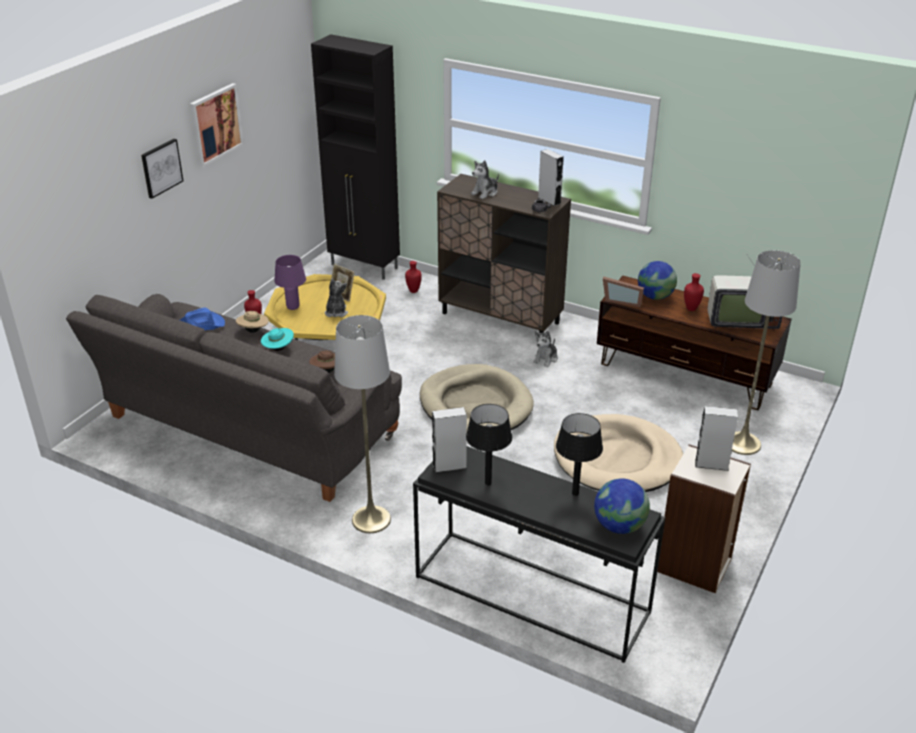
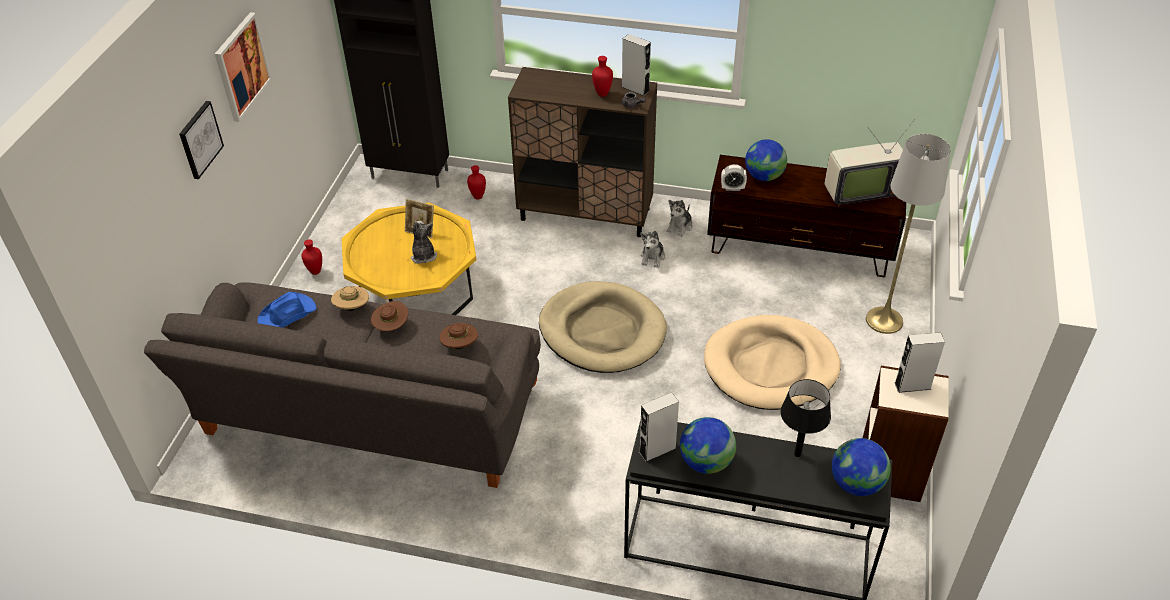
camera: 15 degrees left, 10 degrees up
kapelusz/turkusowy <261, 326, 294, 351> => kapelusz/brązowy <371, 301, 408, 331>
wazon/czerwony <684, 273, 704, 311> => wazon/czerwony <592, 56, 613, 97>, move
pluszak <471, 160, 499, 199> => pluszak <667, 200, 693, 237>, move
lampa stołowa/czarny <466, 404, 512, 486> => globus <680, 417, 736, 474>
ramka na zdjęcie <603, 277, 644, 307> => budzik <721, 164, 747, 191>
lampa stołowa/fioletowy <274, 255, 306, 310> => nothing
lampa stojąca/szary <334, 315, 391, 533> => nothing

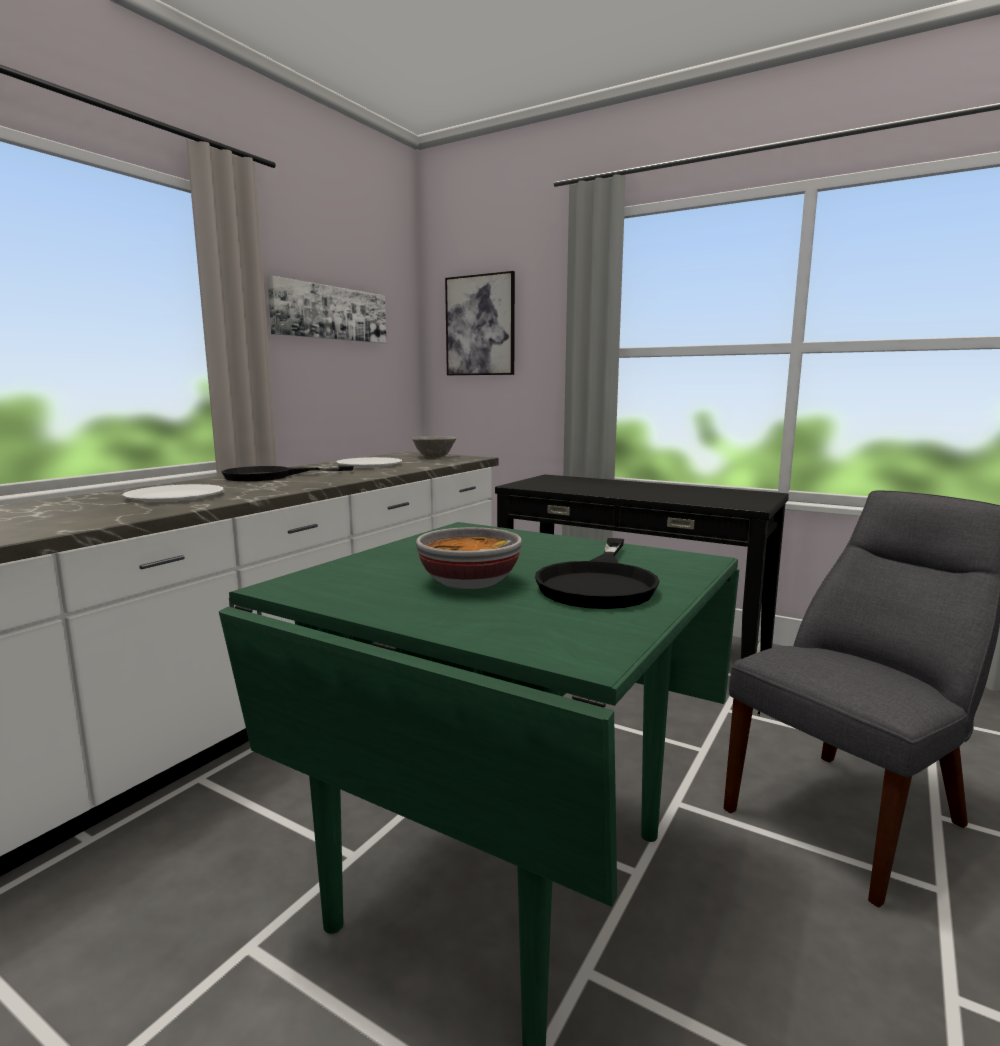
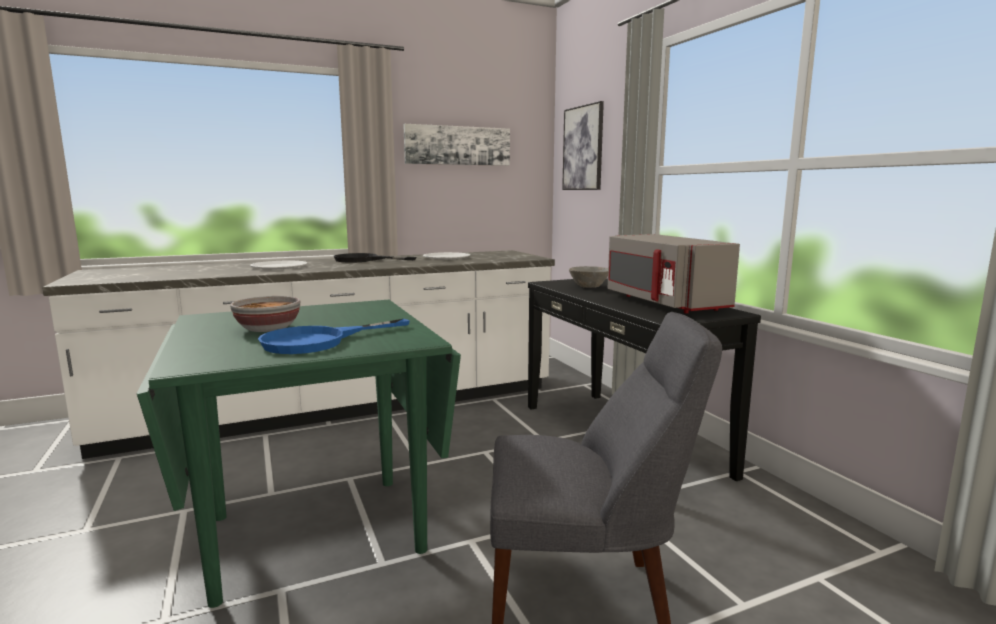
camera: 35 degrees right, 0 degrees up
patelnia/czarny <535, 538, 660, 609> => patelnia/niebieski <258, 319, 410, 354>
miska/szary <412, 436, 457, 458> => miska/szary <569, 266, 608, 288>, move
nothing => mikrofalówka/szary <607, 234, 740, 313>

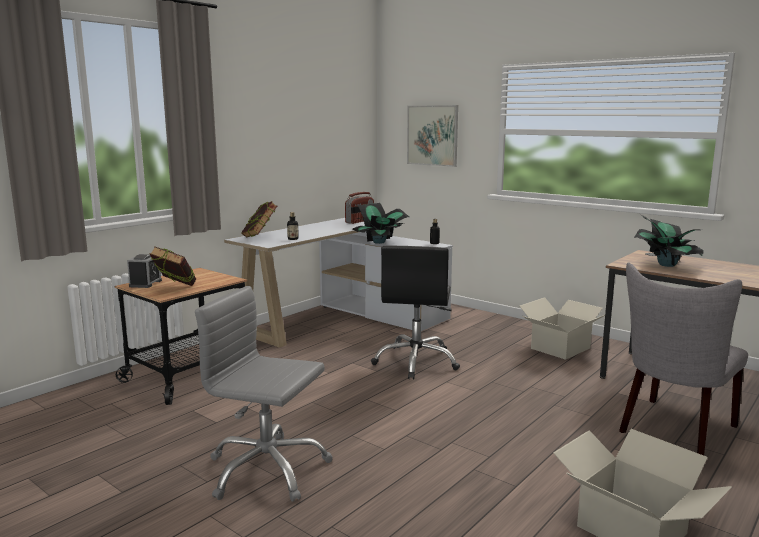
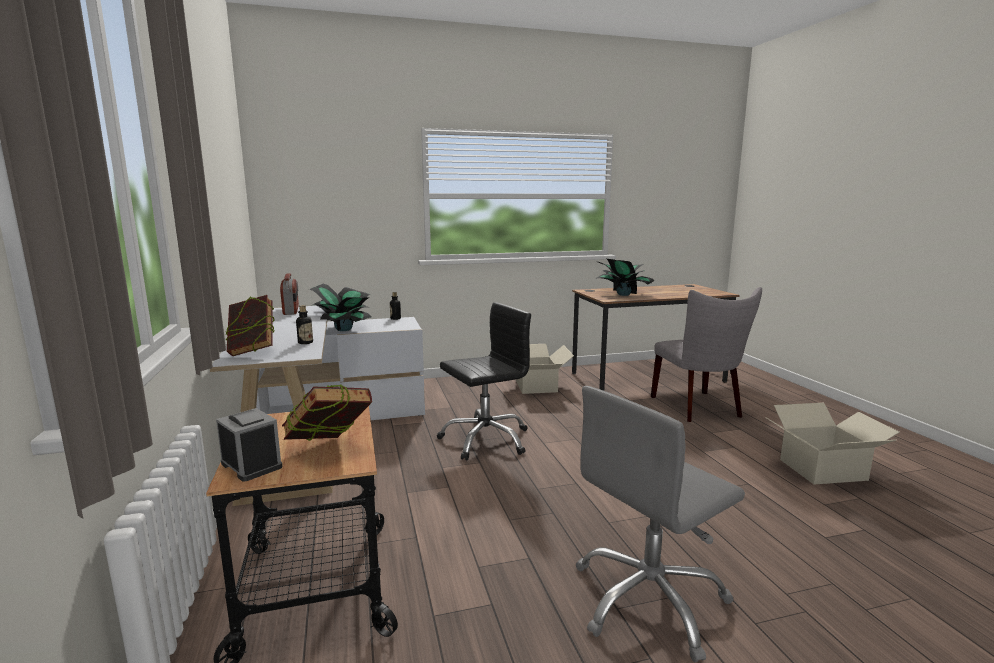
camera: 55 degrees left, 0 degrees up
krzesło biurowe/czarny <371, 246, 460, 379> => krzesło biurowe/czarny <437, 302, 531, 460>, 75 degrees counterclockwise
obraz <407, 105, 458, 167> => nothing

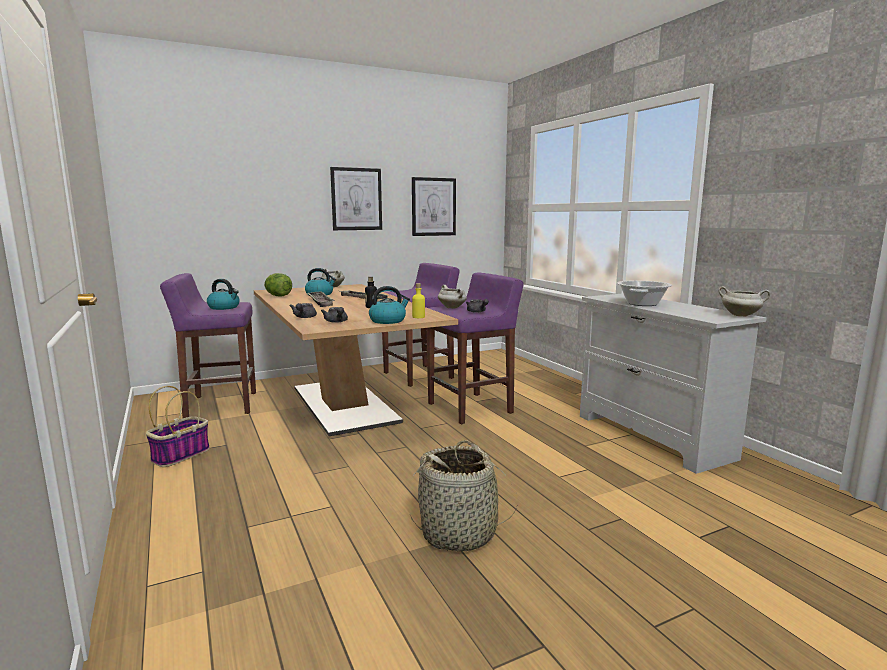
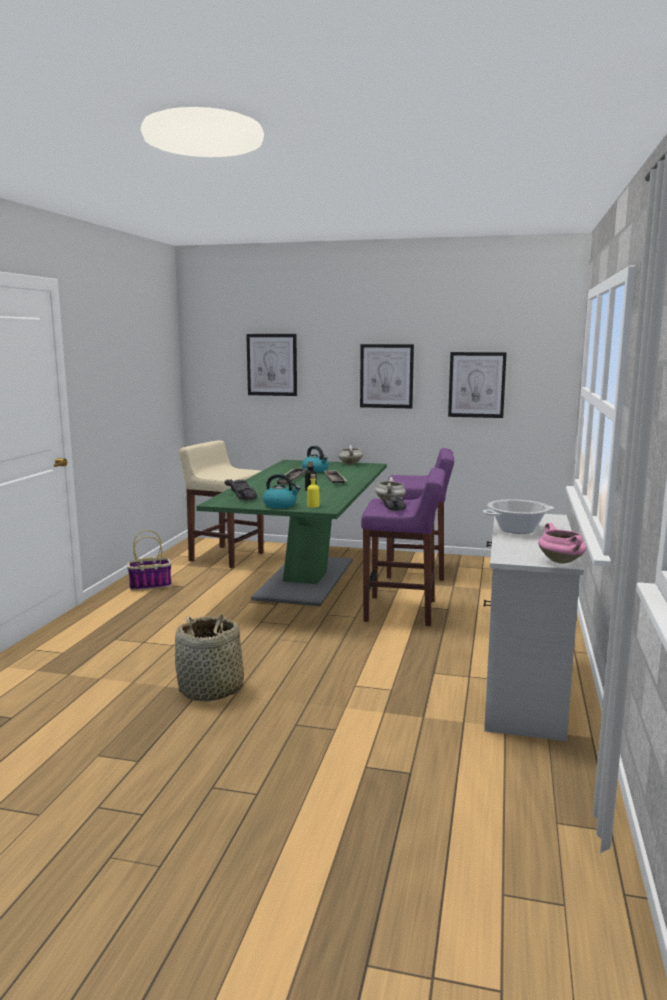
camera: 40 degrees right, 0 degrees up
stołek/fioletowy <160, 273, 256, 418> => stołek/beżowy <179, 440, 263, 568>
stół jadalny/beżowy <254, 284, 458, 436> => stół jadalny/zielony <196, 460, 387, 606>
nothing => obraz <246, 334, 297, 396>
garnek/biały <718, 286, 770, 316> => garnek/różowy <538, 523, 586, 564>
czajnik <207, 279, 240, 310> => nothing
sałata <264, 273, 292, 297> => nothing

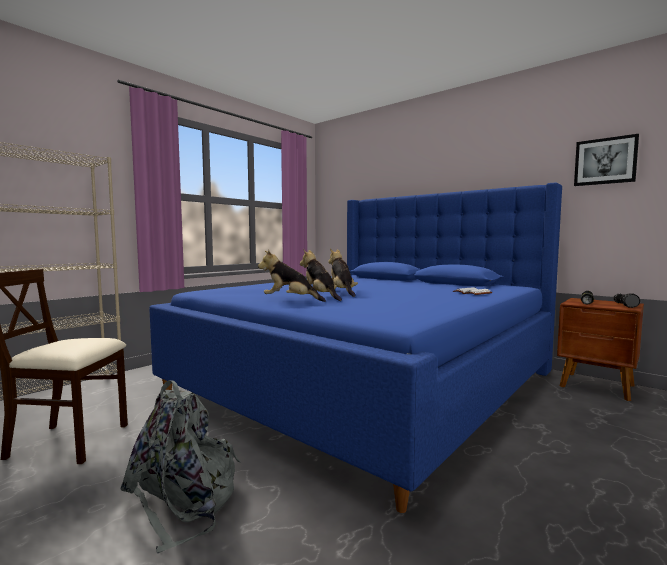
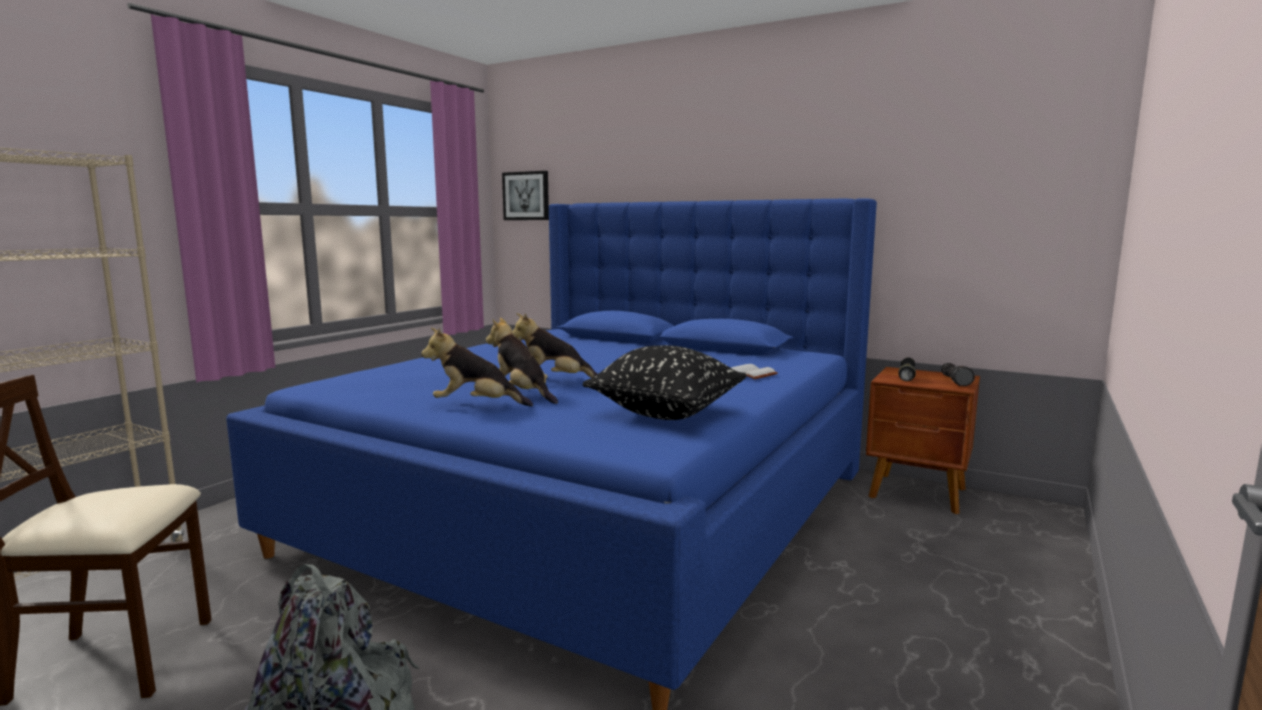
camera: 10 degrees left, 5 degrees up
obraz <574, 134, 639, 186> => obraz <502, 171, 549, 220>, move
pluszak <328, 249, 358, 297> => pluszak <512, 313, 598, 378>, 60 degrees counterclockwise
nothing => poduszka/czarny <583, 345, 747, 420>

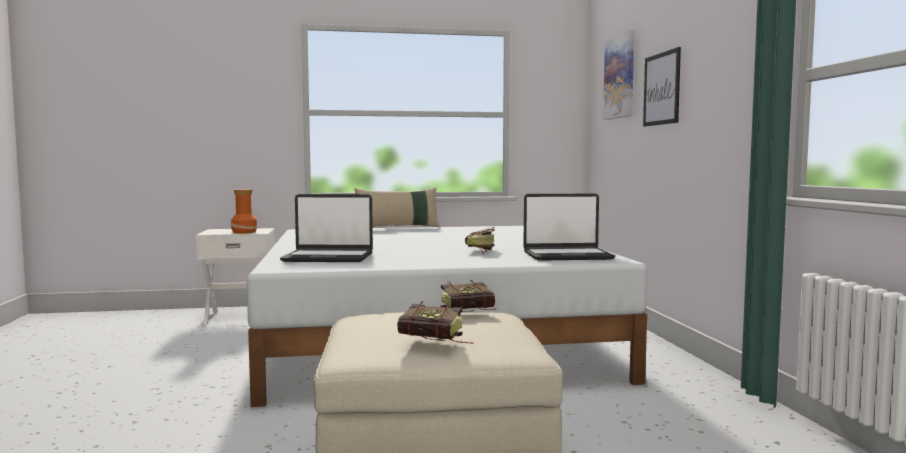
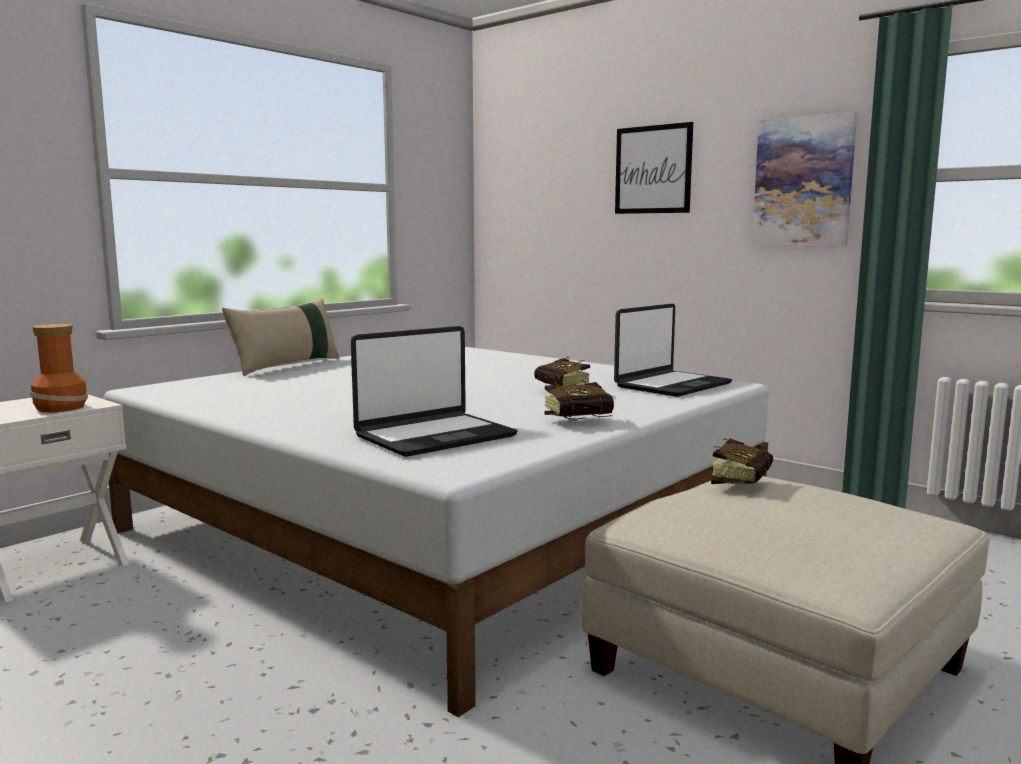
camera: 40 degrees left, 5 degrees up
książka <397, 301, 473, 344> => książka <544, 380, 614, 419>, move
obraz <603, 30, 634, 120> => obraz <752, 112, 857, 247>, move

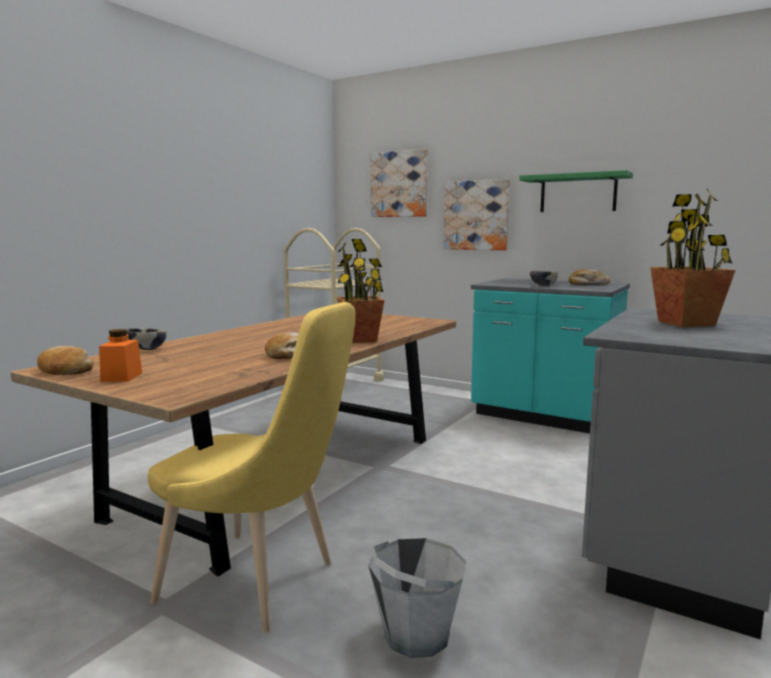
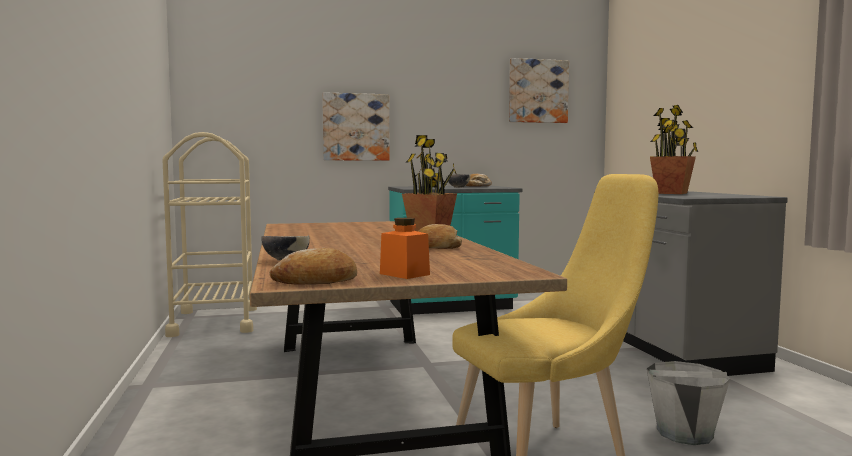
camera: 45 degrees left, 5 degrees down
obraz <371, 149, 428, 217> => obraz <509, 58, 569, 123>, move
półka/zielony <519, 170, 633, 212> => nothing

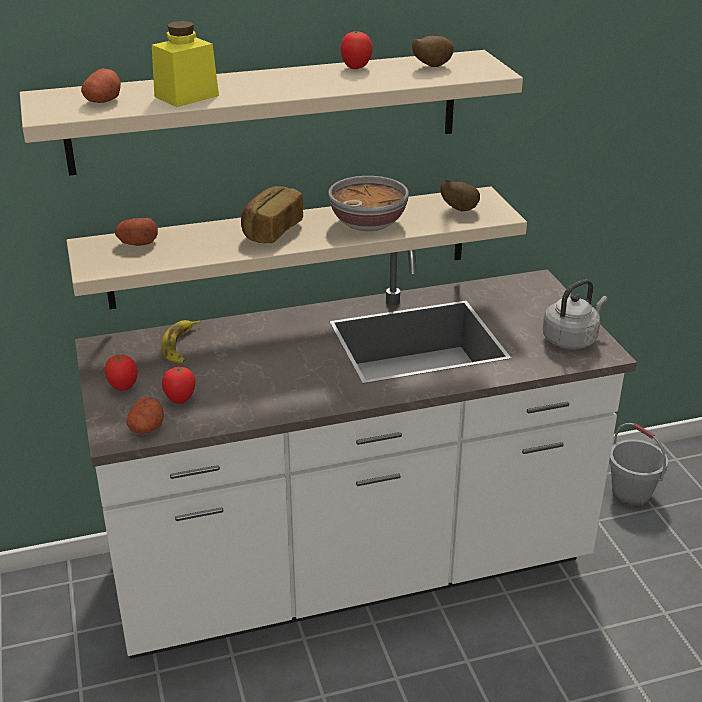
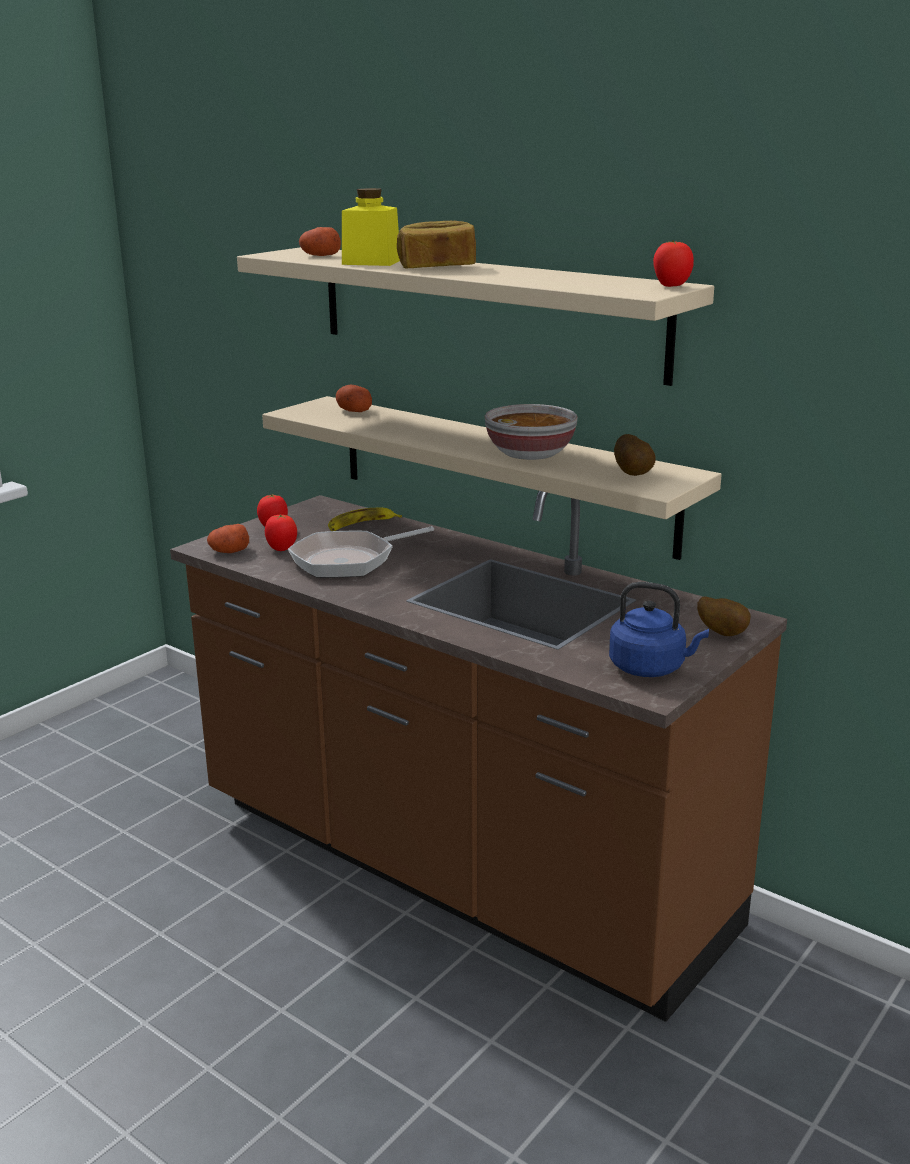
camera: 55 degrees right, 10 degrees down
zabudowa kuchenna/biały <75, 250, 637, 659> => zabudowa kuchenna/brązowy <170, 491, 787, 1022>
nothing => patelnia <288, 526, 434, 578>
chleb <241, 186, 303, 243> => chleb <397, 221, 476, 268>, move
czajnik/szary <543, 279, 607, 350> => czajnik/niebieski <609, 582, 709, 677>
pomidor <341, 31, 373, 69> => pomidor <653, 240, 694, 287>, move
ziemniak <412, 36, 454, 67> => ziemniak <697, 596, 751, 636>, move
wiadro/szary <609, 423, 668, 507> => nothing

